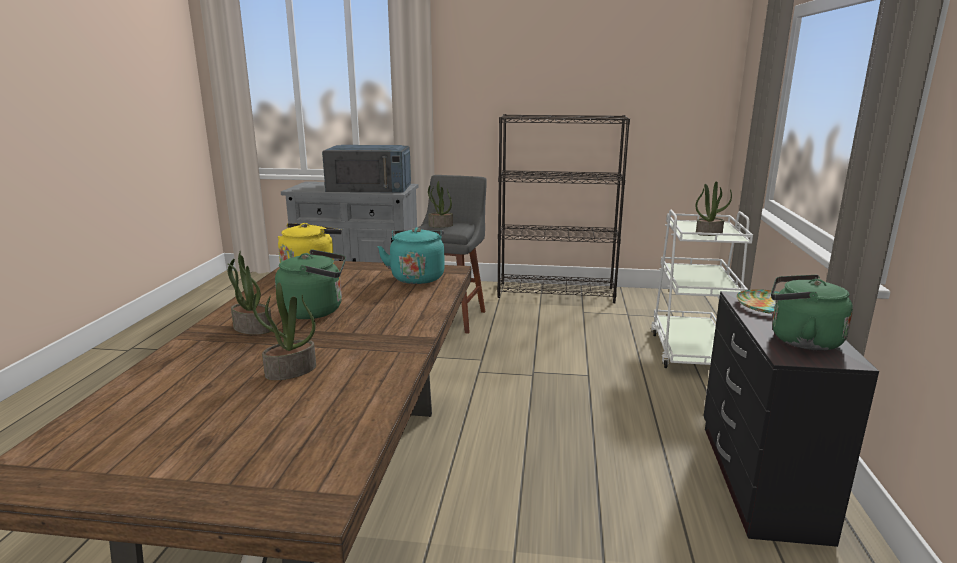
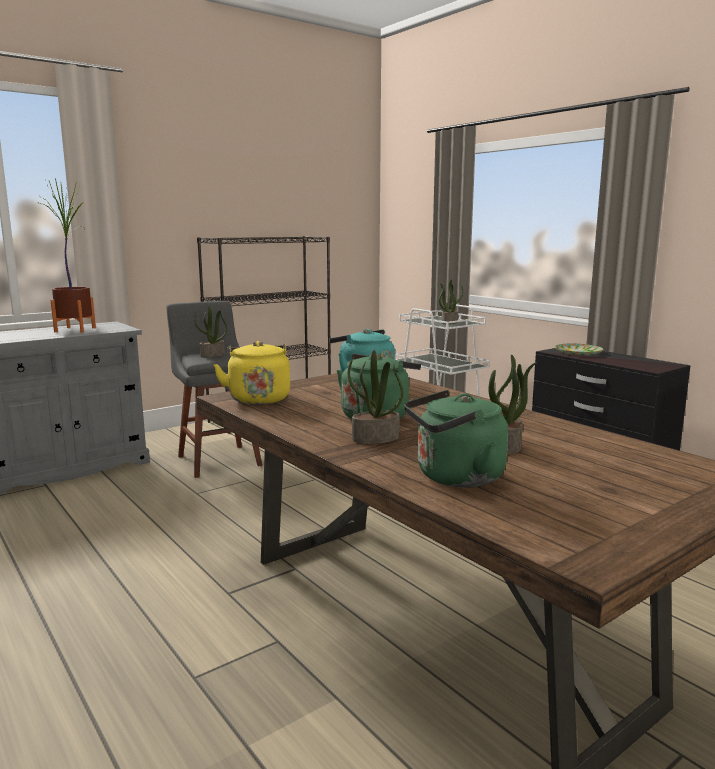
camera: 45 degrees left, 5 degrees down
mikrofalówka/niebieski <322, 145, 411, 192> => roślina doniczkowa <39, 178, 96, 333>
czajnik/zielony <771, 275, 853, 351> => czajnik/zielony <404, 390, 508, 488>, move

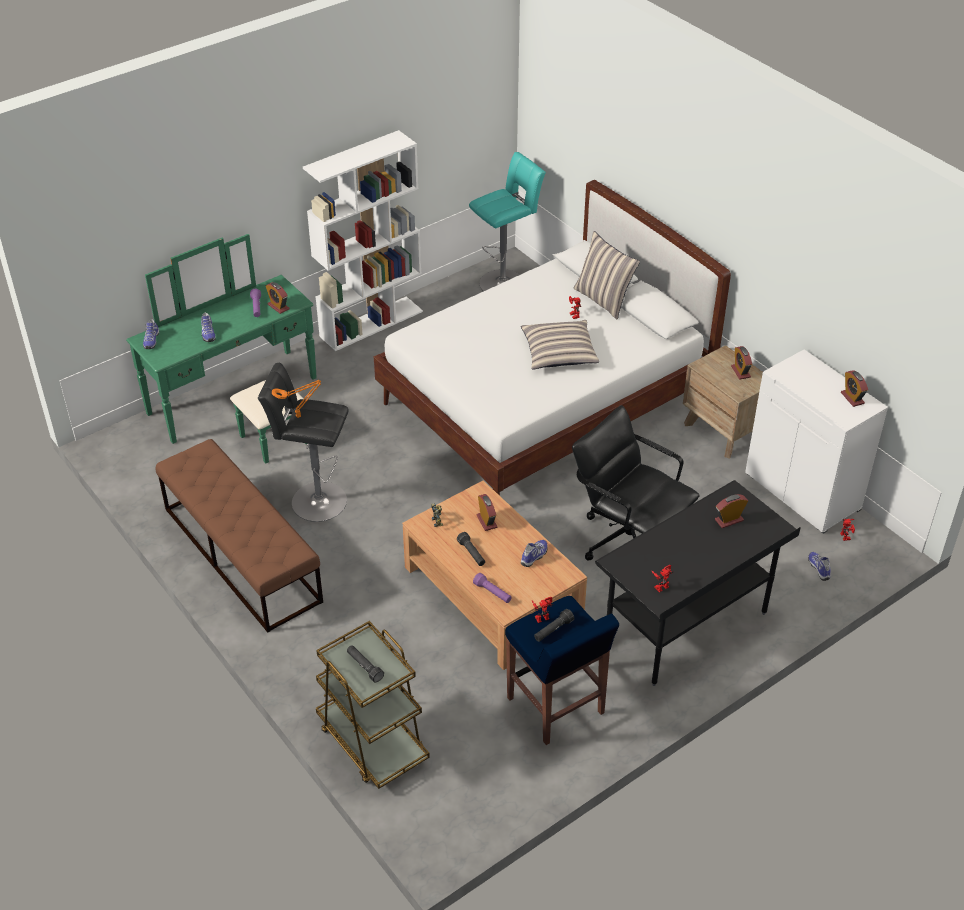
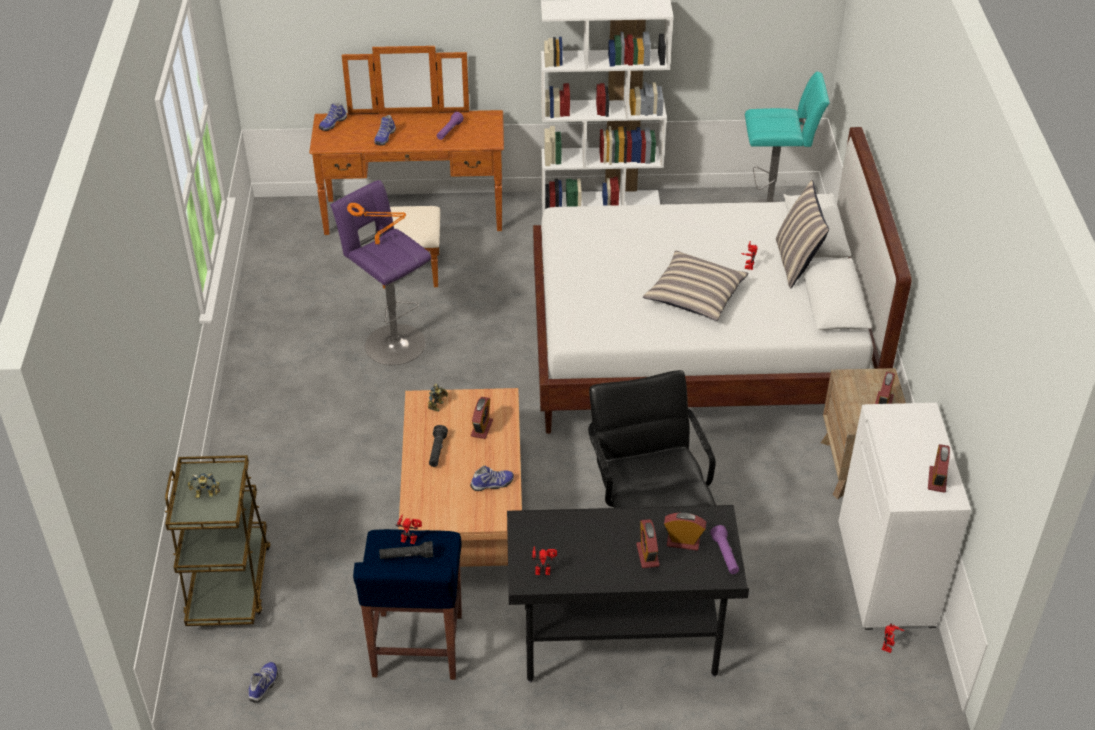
camera: 35 degrees right, 0 degrees up
latarka/czarny <347, 645, 384, 683> => robot zabawkowy <188, 473, 220, 499>
but <808, 552, 831, 581> => but <249, 662, 278, 703>, move
komoda/zielony <126, 234, 317, 464> => komoda/brązowy <309, 46, 504, 289>
stołek/czarny <258, 363, 349, 522> => stołek/fioletowy <330, 180, 431, 365>
budzik <266, 282, 290, 314> => budzik <636, 519, 660, 568>, move
latarka/fioletowy <473, 573, 512, 603> => latarka/fioletowy <710, 525, 739, 574>, move
ławka/brązowy <156, 439, 323, 633> => nothing

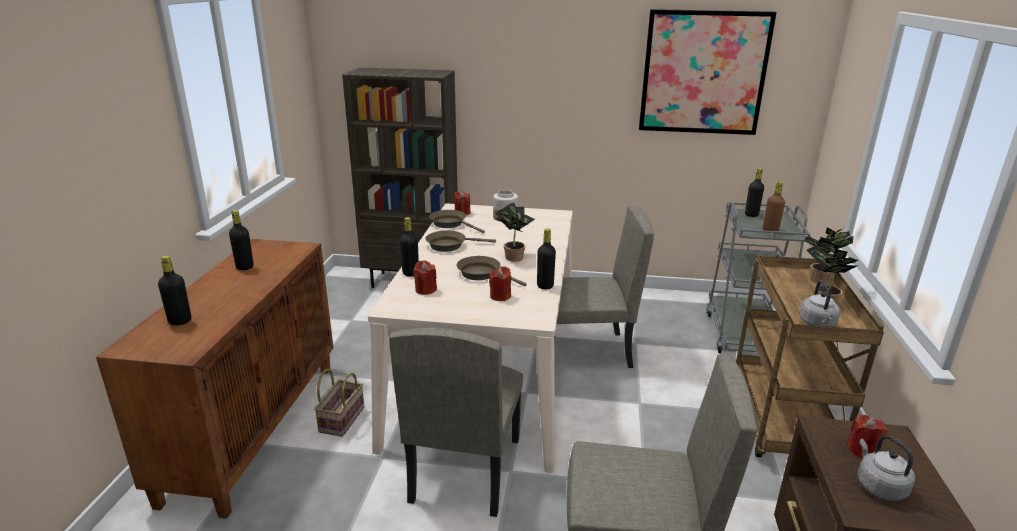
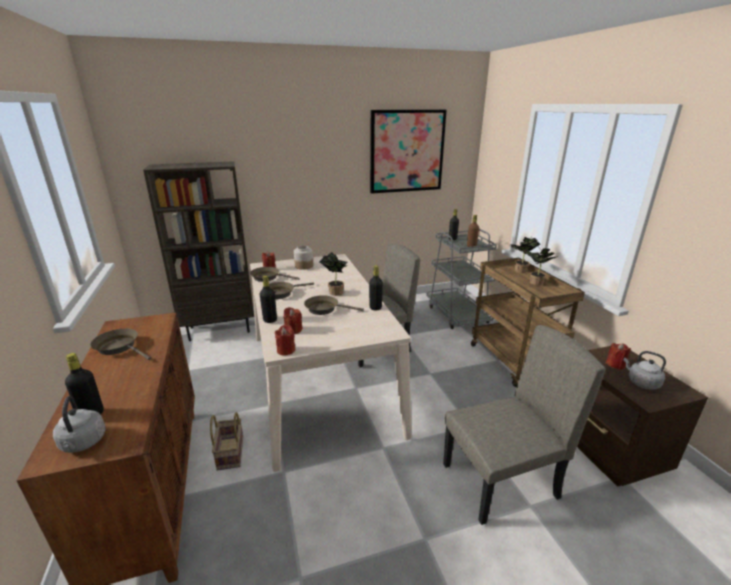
camera: 25 degrees left, 0 degrees up
czajnik/szary <799, 280, 841, 327> => czajnik/szary <53, 396, 106, 453>, move
butelka/czarny <229, 210, 254, 270> => patelnia/brązowy <90, 329, 151, 360>
świeca/czerwony <489, 266, 511, 301> => świeca/czerwony <274, 325, 296, 356>, move
krzesło/beżowy <389, 328, 523, 517> => nothing

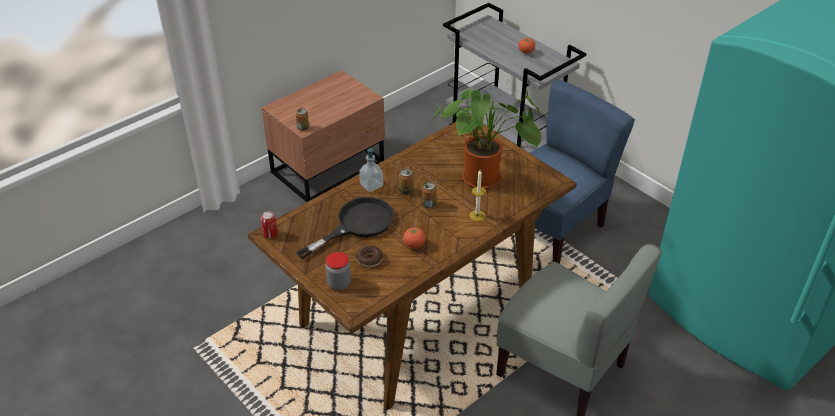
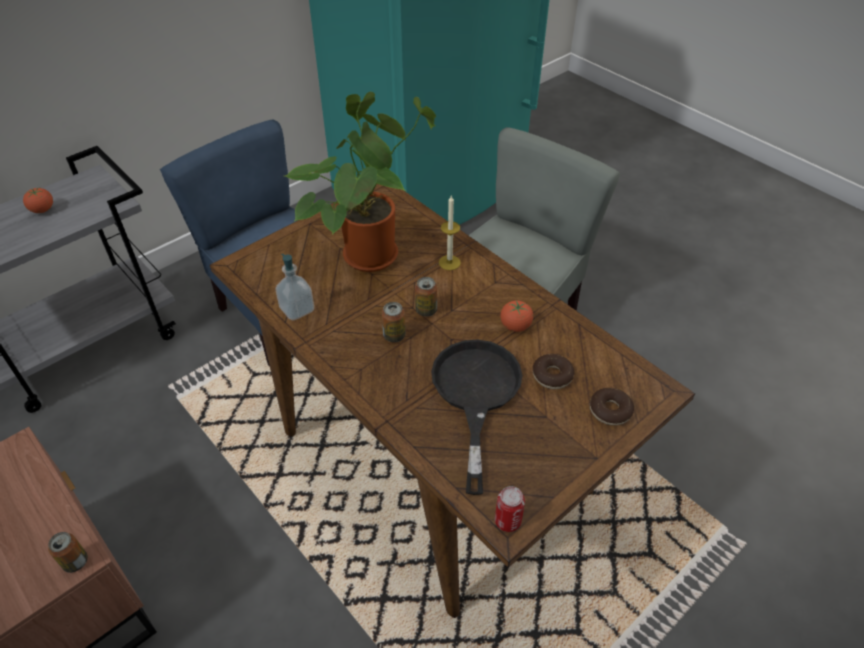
camera: 90 degrees left, 5 degrees up
dozownik mydła <359, 148, 383, 192> => dozownik mydła <275, 254, 314, 320>, move
patelnia/czarny <296, 197, 394, 259> => patelnia/czarny <431, 340, 523, 495>, 45 degrees clockwise
słoik <325, 252, 351, 290> => donut <590, 388, 634, 426>

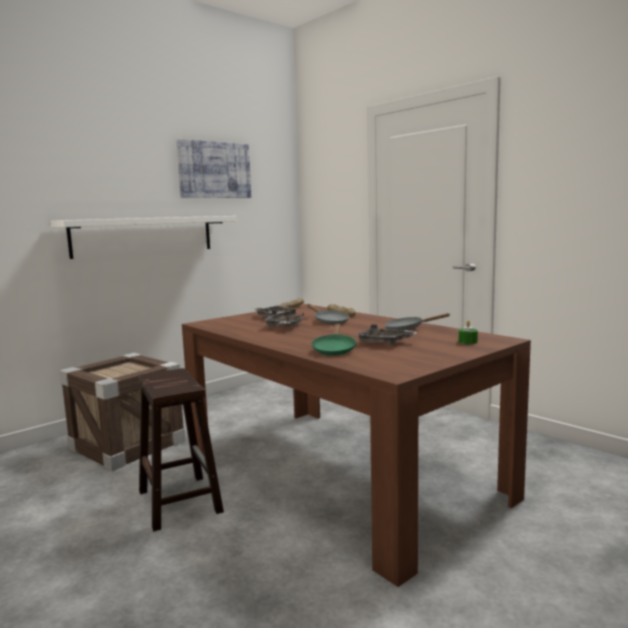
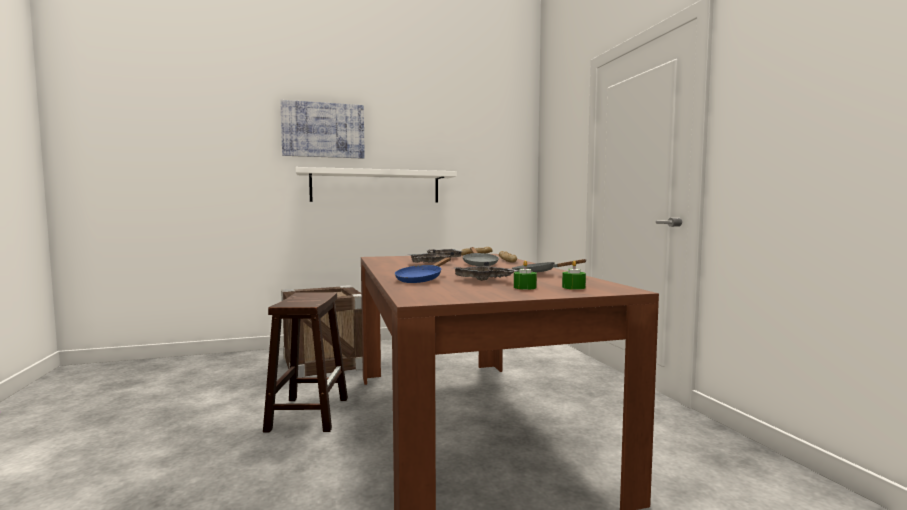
camera: 25 degrees right, 5 degrees down
obraz <176, 139, 252, 198> => obraz <280, 100, 365, 159>, move
patelnia/zielony <311, 324, 357, 356> => patelnia/niebieski <395, 257, 450, 283>
nothing => świeca/zielony <514, 261, 537, 290>

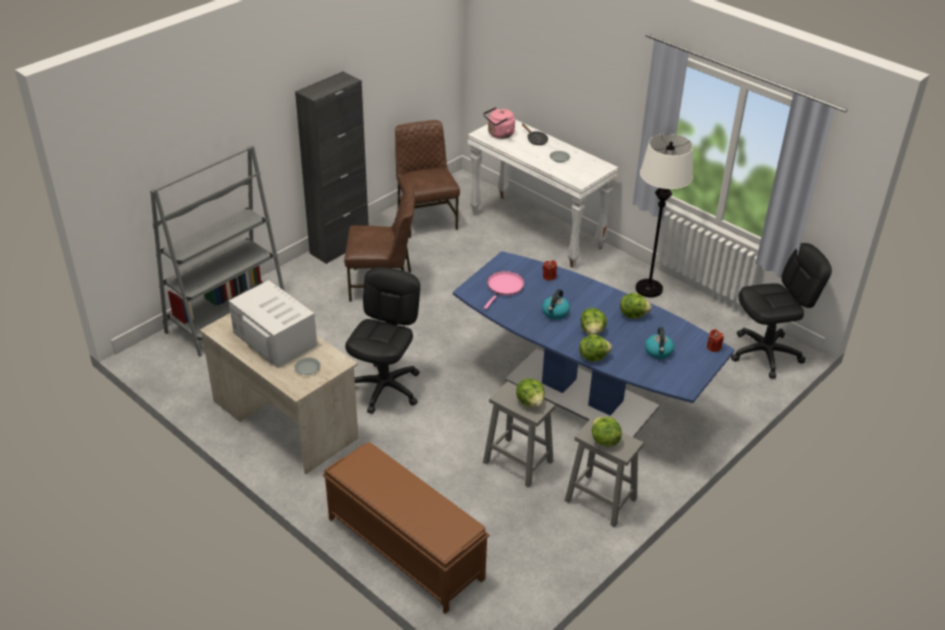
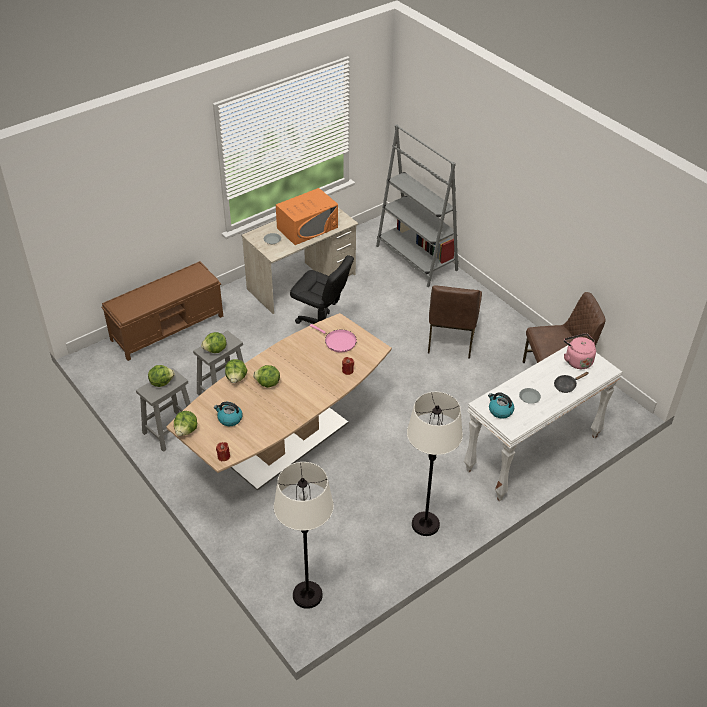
camera: 100 degrees right, 5 degrees up
stół jadalny/niebieski <453, 251, 735, 438> => stół jadalny/brązowy <167, 313, 392, 491>
sałata <620, 293, 652, 319> => sałata <174, 411, 197, 436>, move
krzesło biurowe/czarny <731, 243, 832, 379> => lampa stojąca/biały <274, 462, 334, 609>
mikrofalówka/biały <229, 280, 317, 368> => mikrofalówka/pomarańczowy <276, 188, 338, 245>
czajnik <542, 289, 570, 319> => czajnik <488, 392, 514, 419>, move
szafka/czarny <295, 71, 369, 264> => nothing

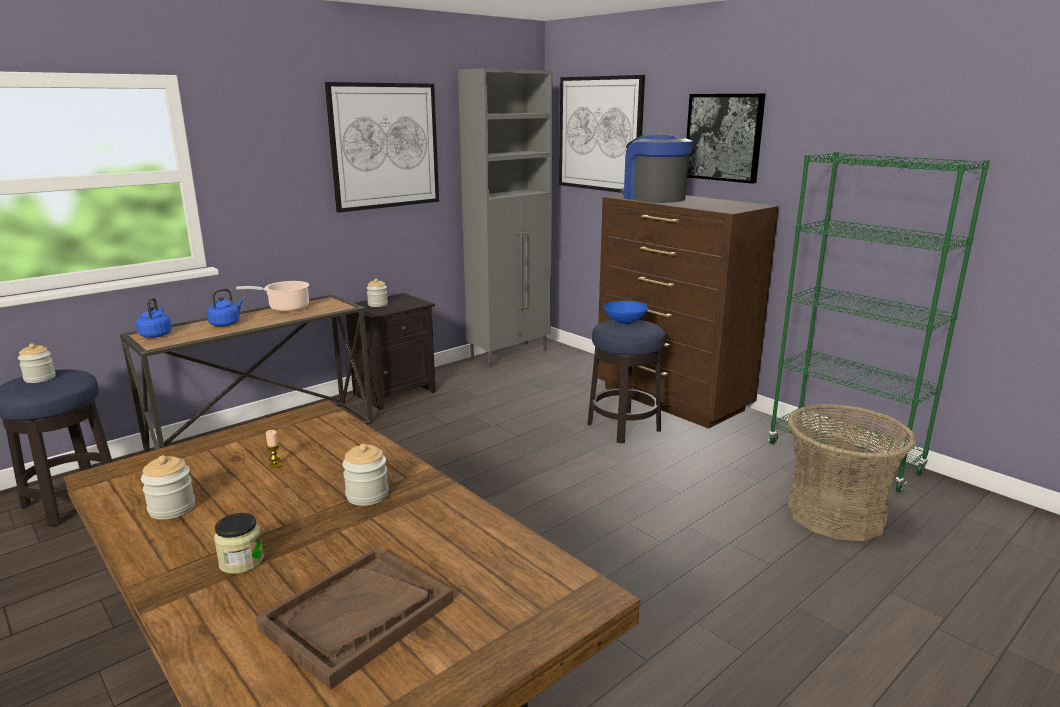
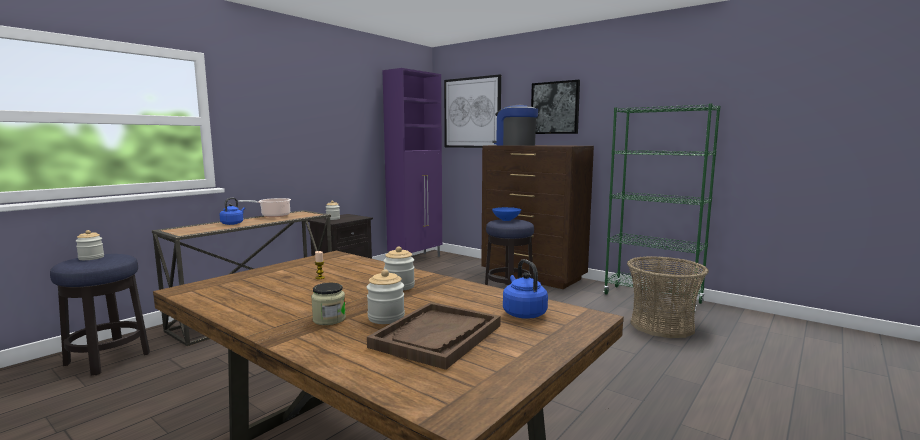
camera: 10 degrees left, 10 degrees down
słoik <141, 455, 195, 520> => słoik <367, 269, 405, 324>, move
szafka/szary <458, 68, 553, 368> => szafka/fioletowy <382, 68, 442, 257>
czajnik/niebieski <136, 297, 172, 338> => czajnik/niebieski <503, 259, 548, 319>, move
obraz <325, 82, 439, 213> => nothing

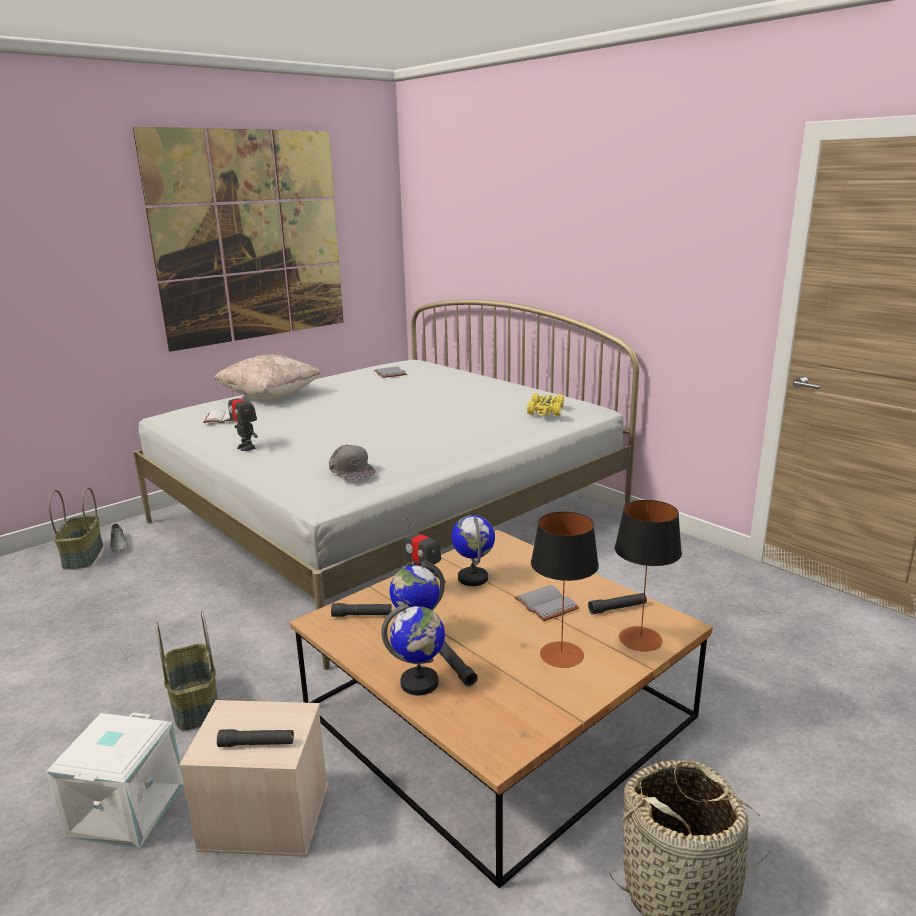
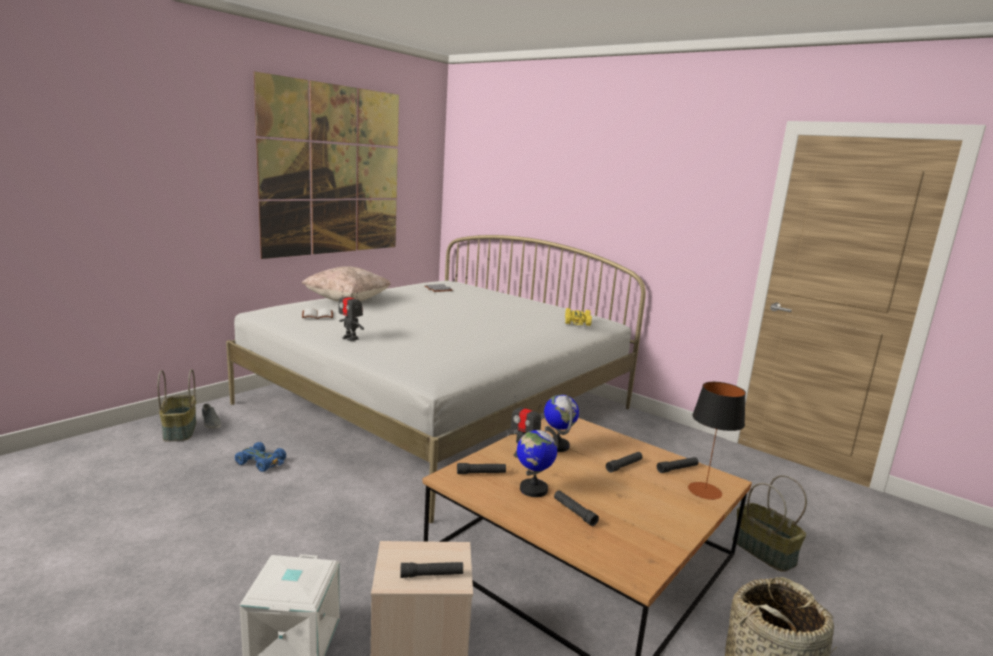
camera: 10 degrees left, 5 degrees down
nothing => samochodzik/niebieski <235, 442, 286, 472>
książka/szary <514, 585, 579, 621> => latarka/czarny <606, 452, 643, 473>
koszyk <155, 611, 218, 731> => koszyk <733, 475, 807, 571>, move
czapka z daszkiem/szary <329, 444, 376, 481> => nothing
globus <381, 604, 445, 695> => nothing
lampa stołowa <531, 512, 599, 668> => nothing

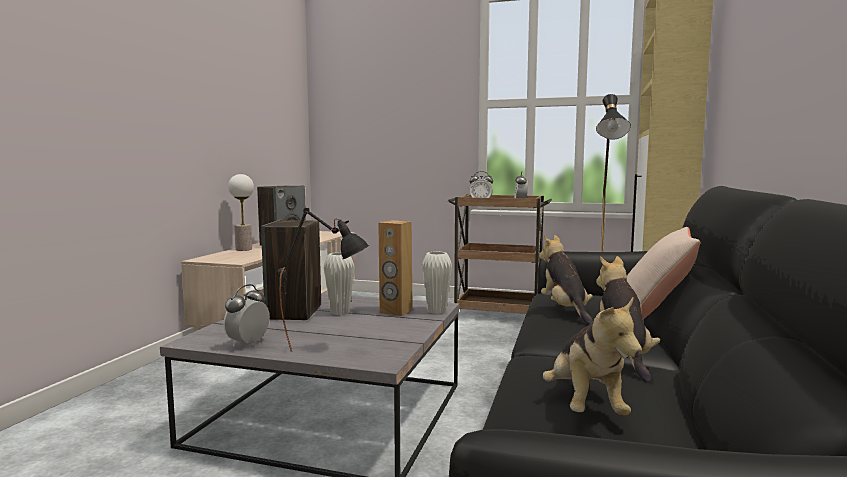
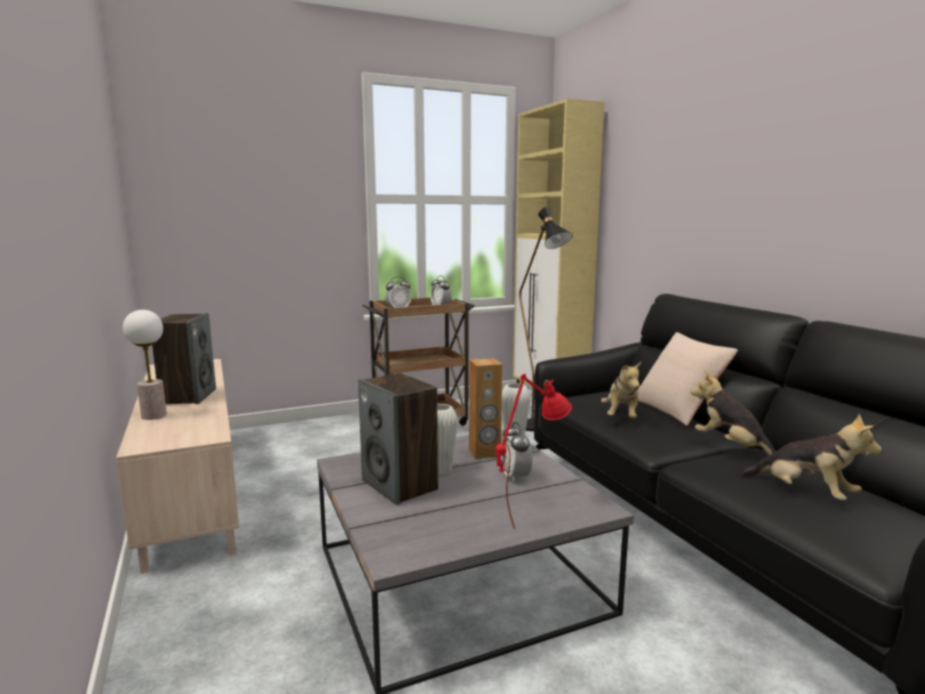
camera: 40 degrees left, 5 degrees up
lampa stołowa/czarny <277, 208, 369, 351> => lampa stołowa/czerwony <496, 374, 572, 528>
budzik <224, 284, 270, 347> => budzik <501, 422, 533, 483>, move
pluszak <539, 235, 593, 325> => pluszak <601, 361, 641, 419>, 120 degrees counterclockwise

